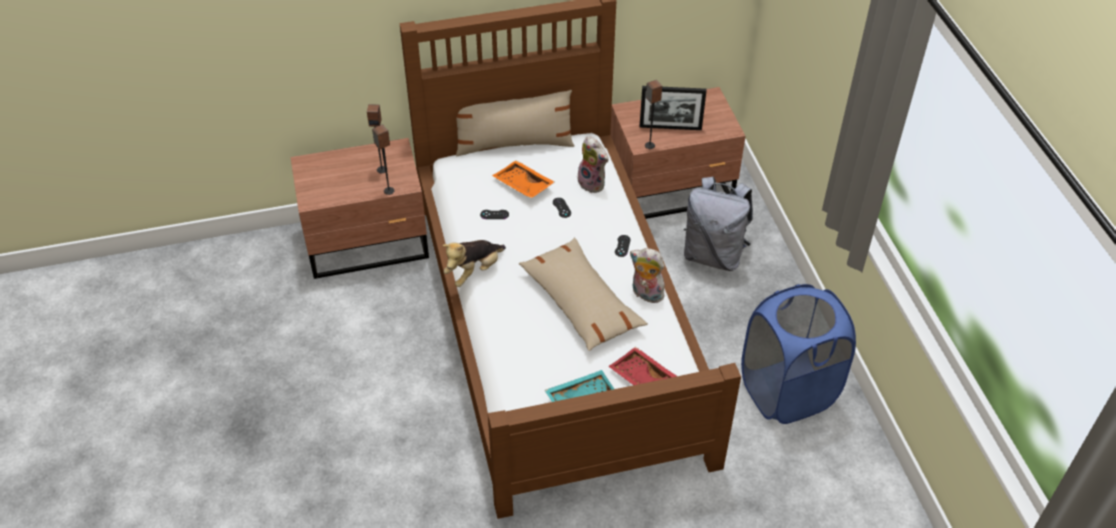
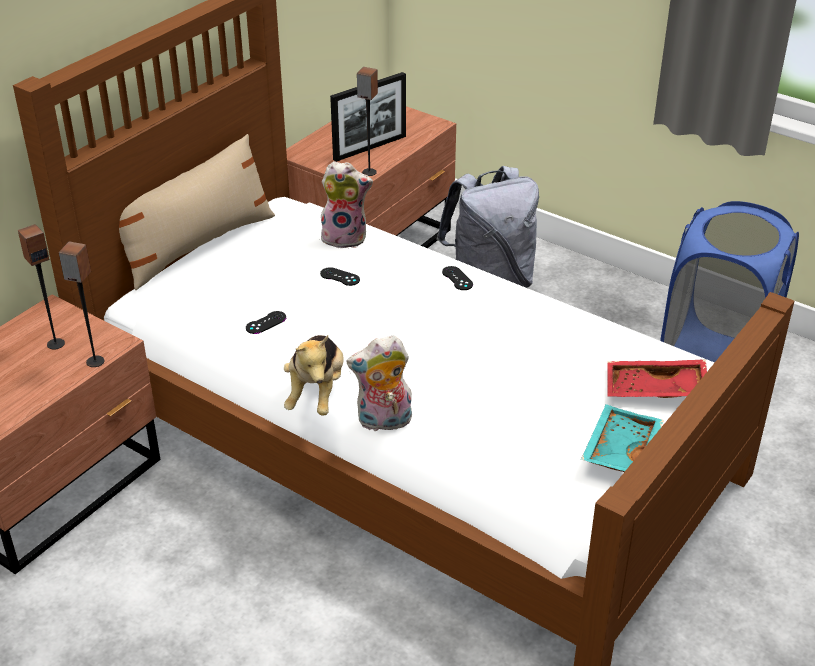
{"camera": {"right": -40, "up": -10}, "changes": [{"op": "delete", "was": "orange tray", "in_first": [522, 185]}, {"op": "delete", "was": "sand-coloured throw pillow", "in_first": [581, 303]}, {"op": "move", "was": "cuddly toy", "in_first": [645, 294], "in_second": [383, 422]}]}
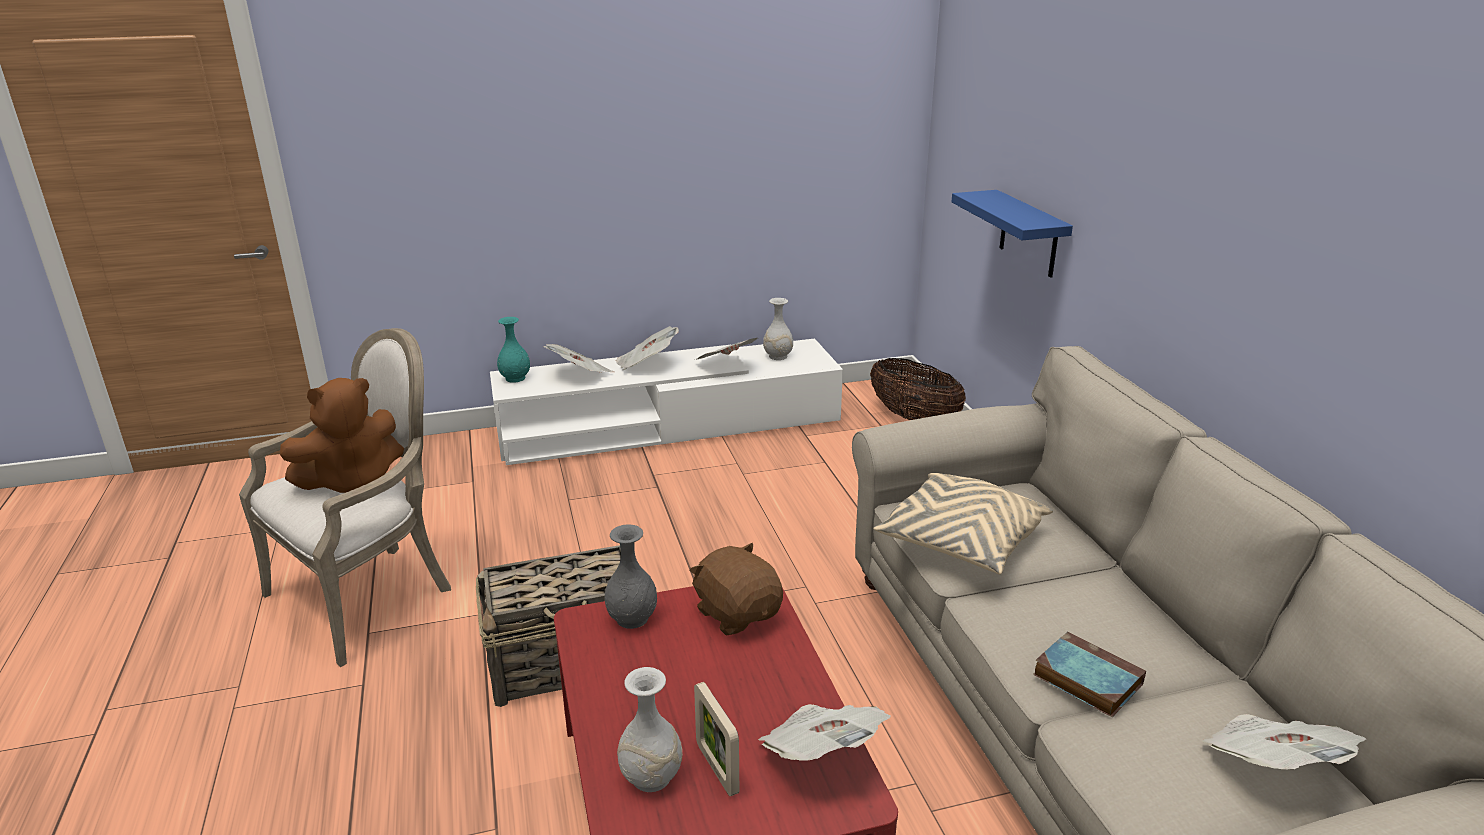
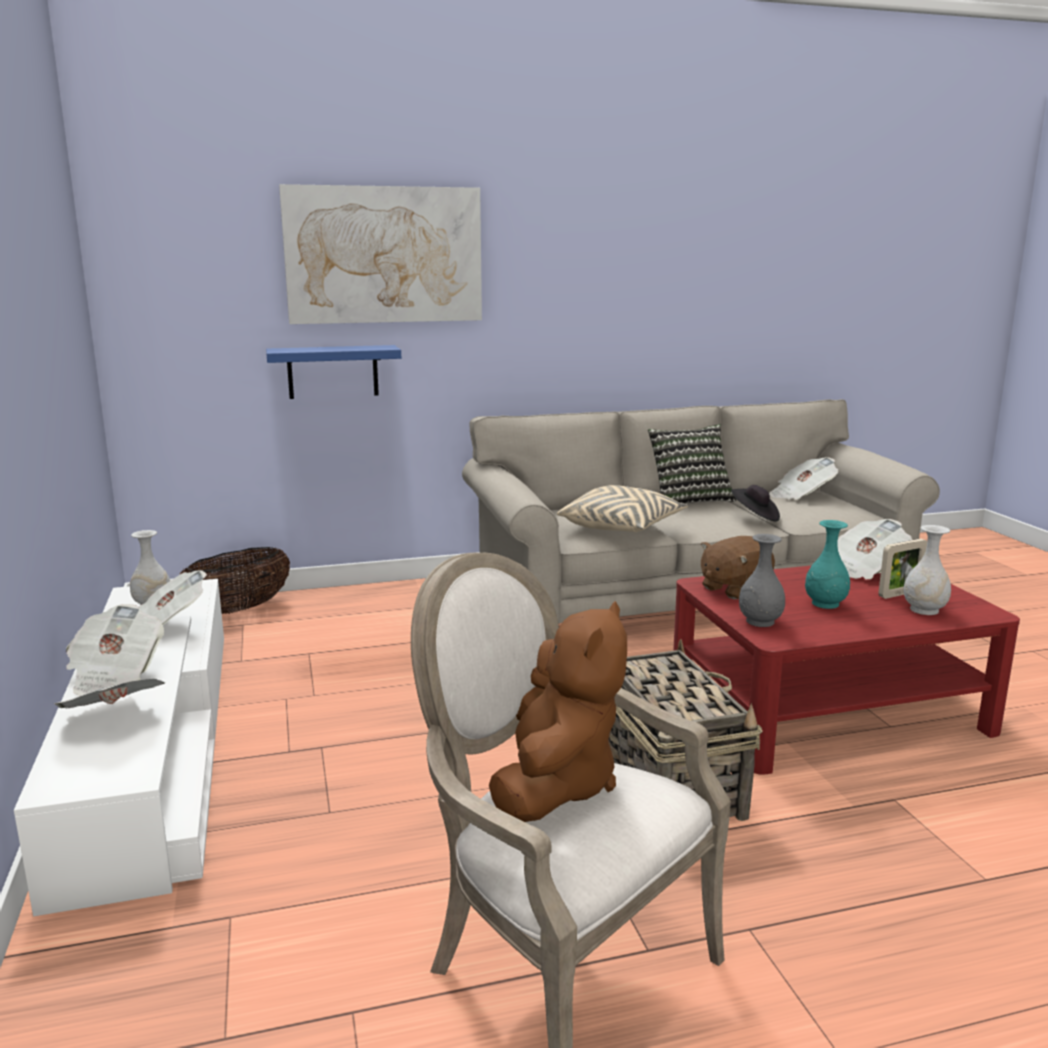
{"camera": {"right": -90, "up": -10}, "changes": [{"op": "move", "was": "turquoise-coloured vase", "in_first": [515, 378], "in_second": [824, 603]}, {"op": "rotate", "was": "brown-coloured cuddly toy", "in_first": [354, 481], "in_second": [555, 784], "clockwise": 45}, {"op": "replace", "was": "bound book", "now": "blackish wearable hat", "in_first": [1085, 679], "in_second": [754, 516]}, {"op": "insert", "now": "picture", "in_second": [384, 255]}, {"op": "insert", "now": "throw pillow", "in_second": [689, 500]}]}
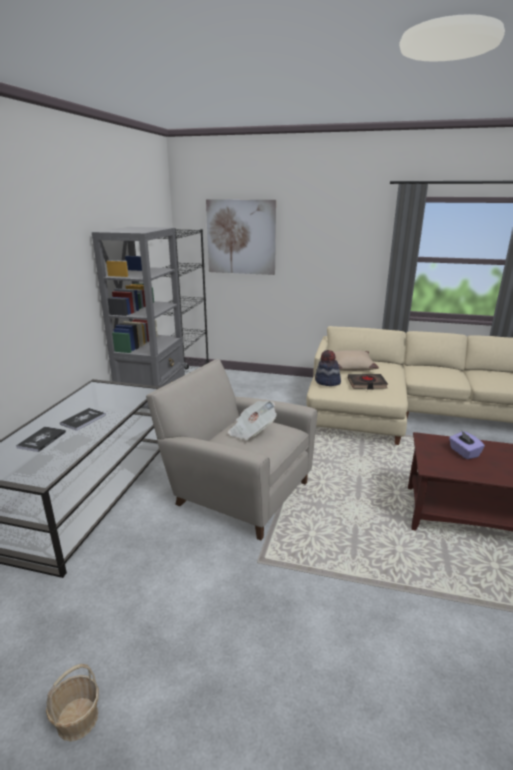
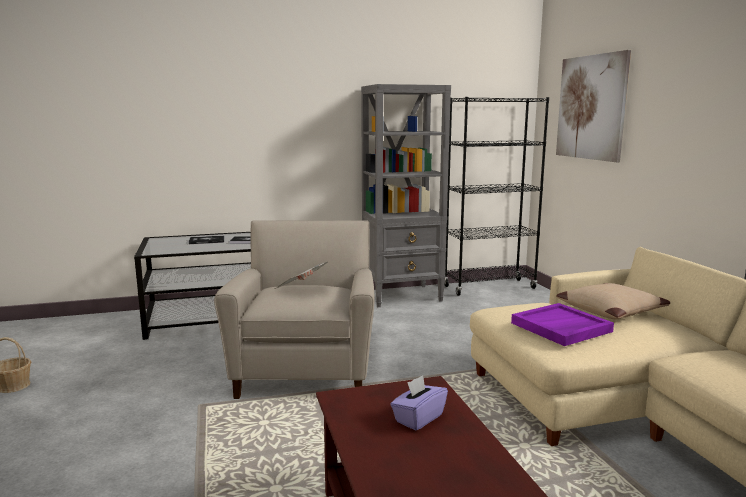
{"camera": {"right": 60, "up": -10}, "changes": [{"op": "delete", "was": "wearable hat", "in_first": [327, 382]}, {"op": "replace", "was": "blackish bound book", "now": "purple tray", "in_first": [366, 384], "in_second": [561, 327]}]}
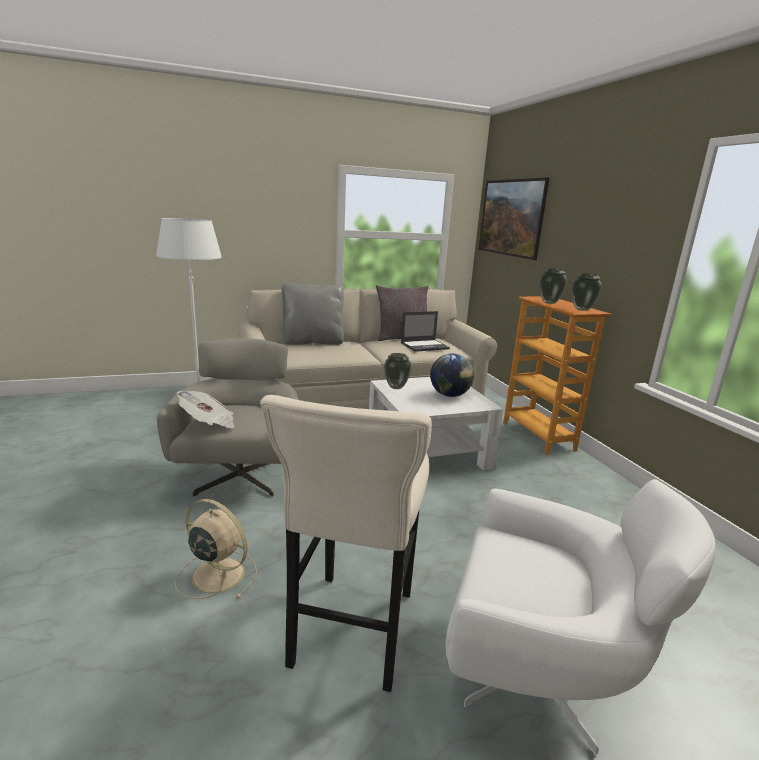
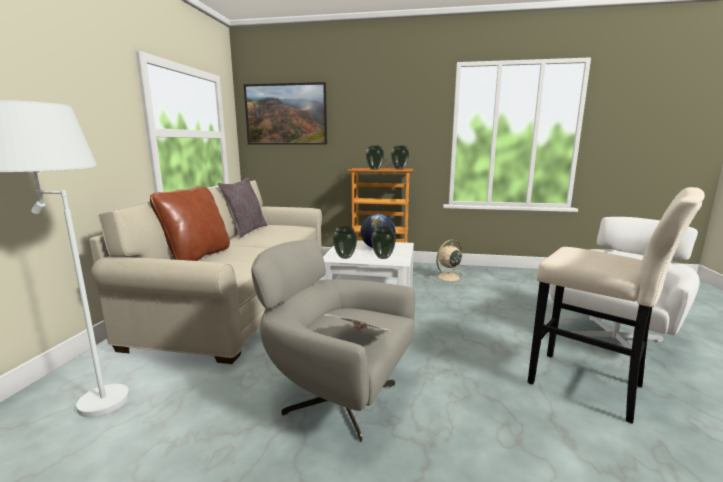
{"camera": {"right": -60, "up": -5}, "changes": [{"op": "recolor", "was": "gray throw pillow", "now": "brown-coloured throw pillow", "in_first": [312, 342], "in_second": [197, 256]}, {"op": "delete", "was": "laptop", "in_first": [425, 346]}, {"op": "move", "was": "sand-coloured electric fan", "in_first": [216, 574], "in_second": [447, 278]}, {"op": "insert", "now": "vase", "in_second": [382, 257]}]}
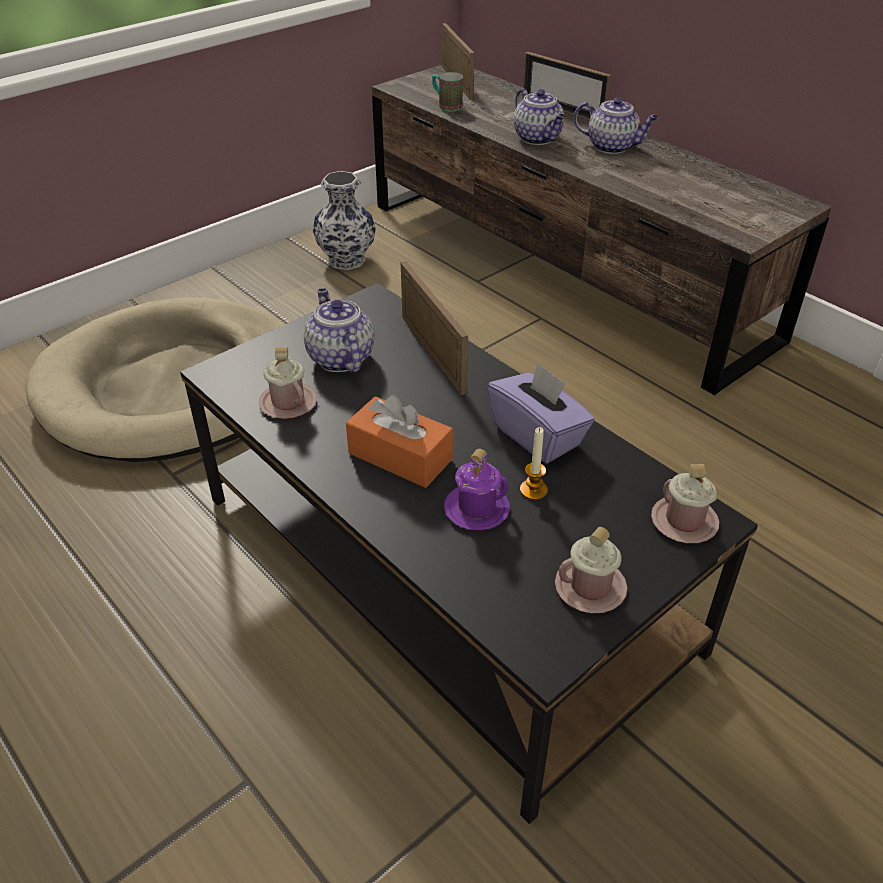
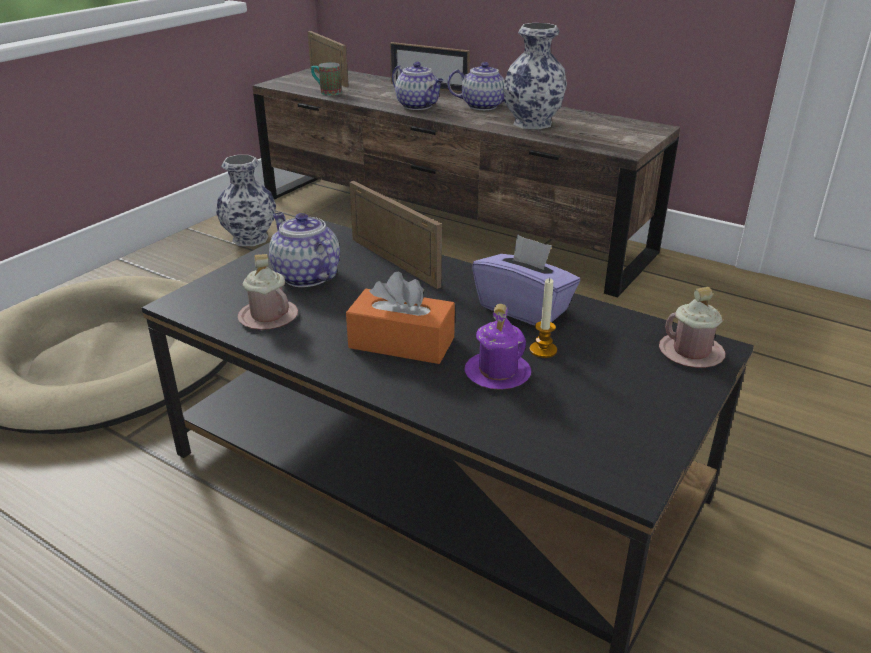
{"camera": {"right": -15, "up": -10}, "changes": [{"op": "delete", "was": "pink-coloured coffee mug", "in_first": [590, 587]}, {"op": "insert", "now": "vase", "in_second": [533, 123]}]}
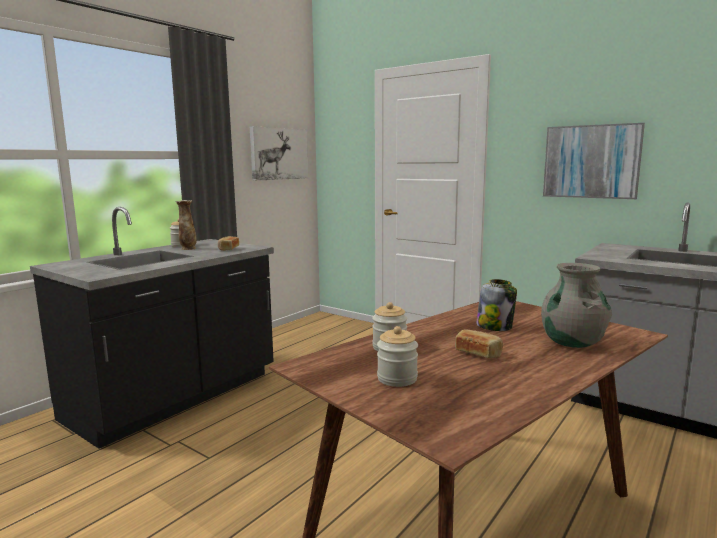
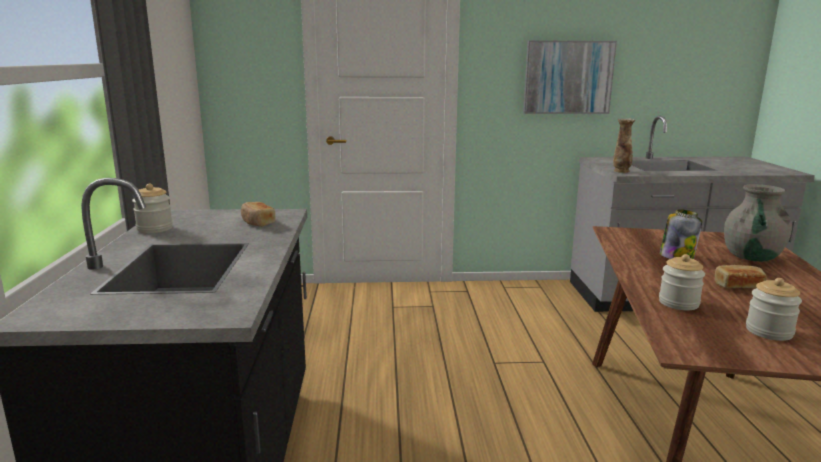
{"camera": {"right": -40, "up": 5}, "changes": [{"op": "delete", "was": "picture", "in_first": [278, 154]}, {"op": "move", "was": "vase", "in_first": [188, 249], "in_second": [621, 171]}]}
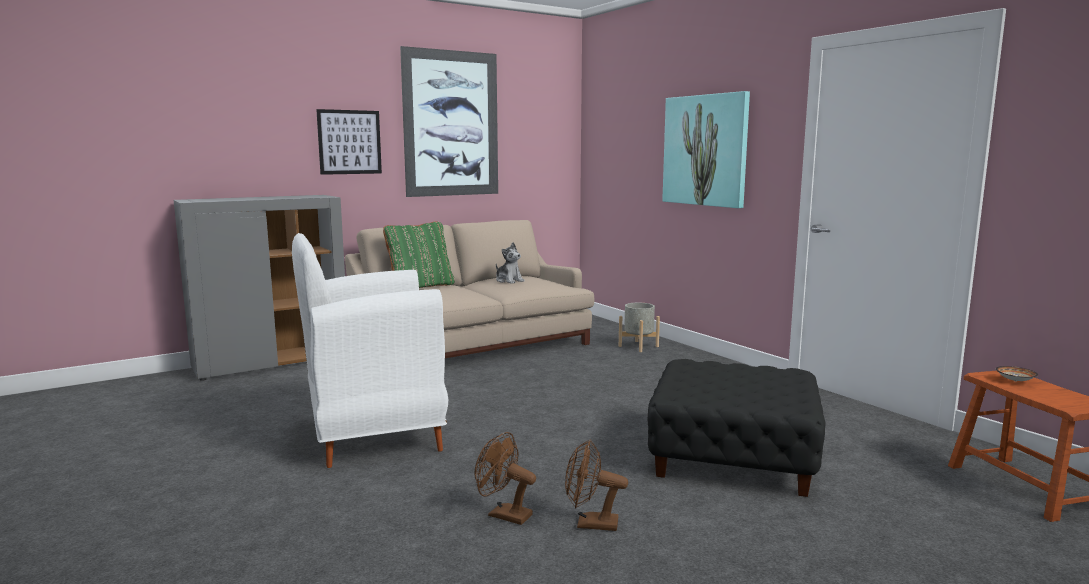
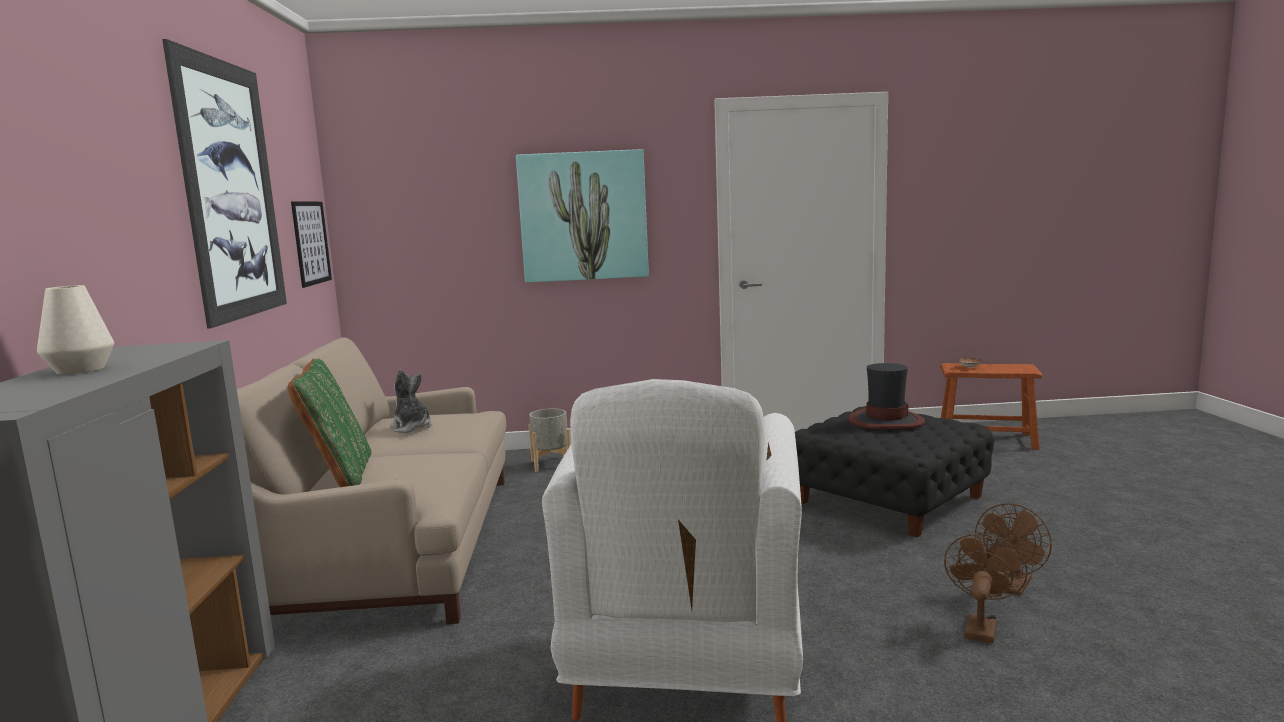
{"camera": {"right": -60, "up": 0}, "changes": [{"op": "move", "was": "picture", "in_first": [349, 142], "in_second": [311, 243]}, {"op": "rotate", "was": "cuddly toy", "in_first": [509, 281], "in_second": [412, 427], "clockwise": -120}, {"op": "rotate", "was": "brown-coloured electric fan", "in_first": [504, 514], "in_second": [980, 626], "clockwise": 150}, {"op": "insert", "now": "whitish vase", "in_second": [80, 370]}, {"op": "insert", "now": "wearable hat", "in_second": [885, 421]}]}
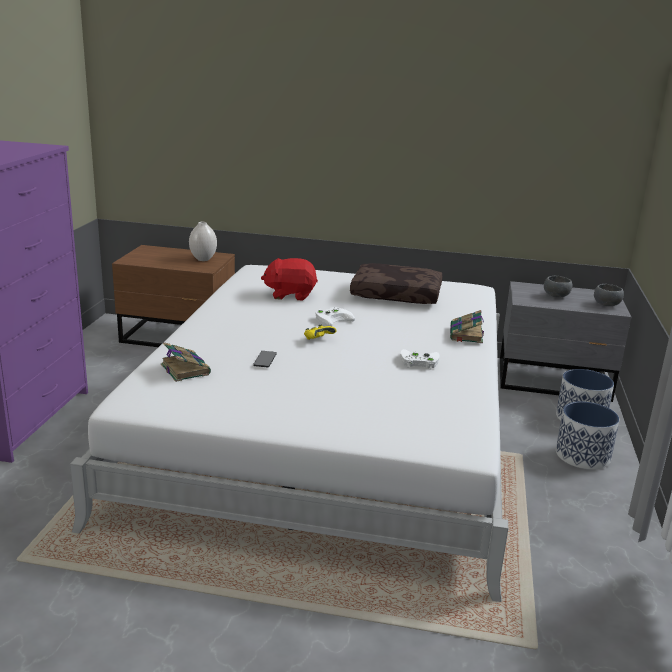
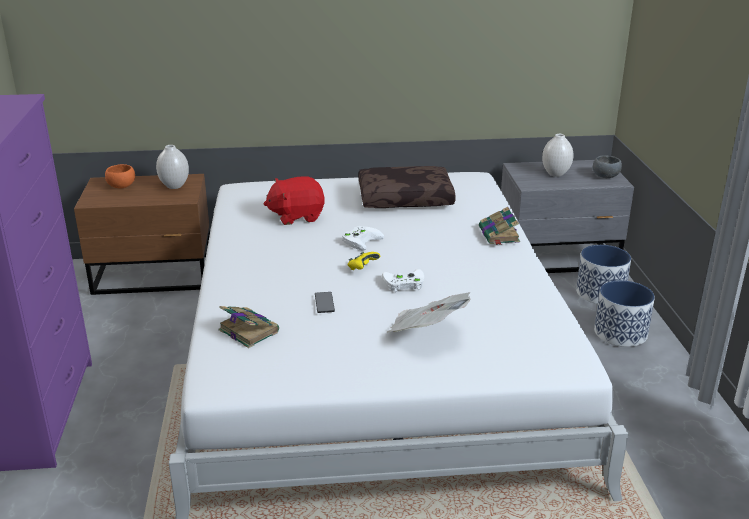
{"camera": {"right": -15, "up": 5}, "changes": [{"op": "replace", "was": "gray deep dish", "now": "whitish vase", "in_first": [557, 296], "in_second": [556, 174]}, {"op": "move", "was": "whitish gamepad", "in_first": [418, 362], "in_second": [402, 283]}, {"op": "insert", "now": "orange deep dish", "in_second": [121, 186]}, {"op": "insert", "now": "daily paper", "in_second": [427, 331]}]}
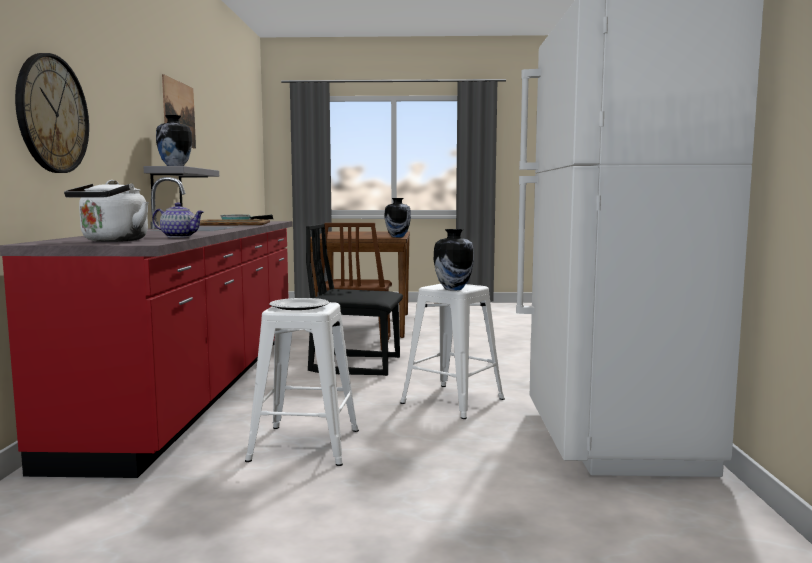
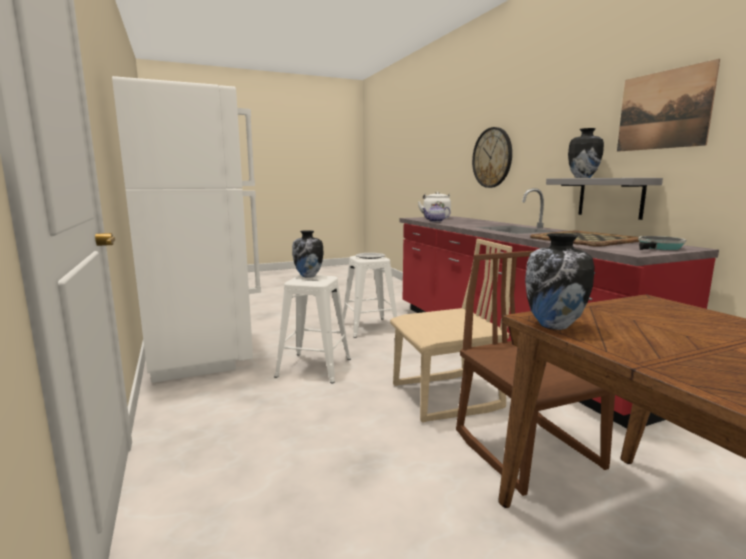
{"camera": {"right": 155, "up": 5}, "changes": [{"op": "recolor", "was": "blackish upright chair", "now": "sand-coloured upright chair", "in_first": [356, 365], "in_second": [446, 397]}]}
